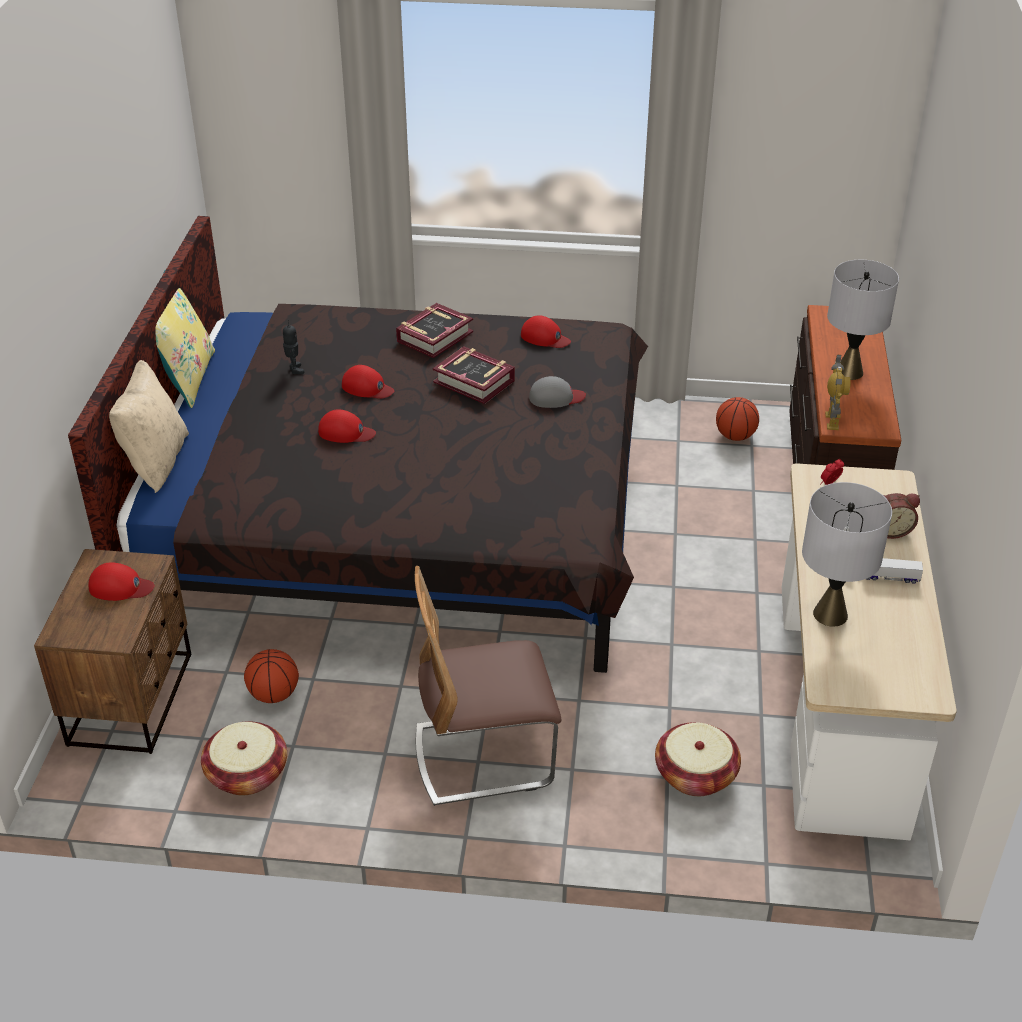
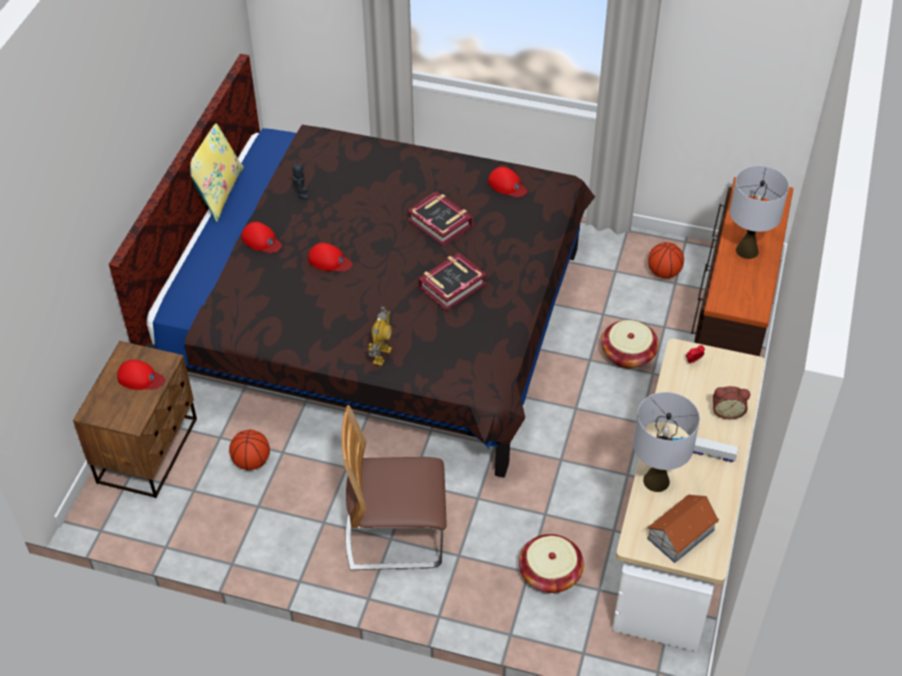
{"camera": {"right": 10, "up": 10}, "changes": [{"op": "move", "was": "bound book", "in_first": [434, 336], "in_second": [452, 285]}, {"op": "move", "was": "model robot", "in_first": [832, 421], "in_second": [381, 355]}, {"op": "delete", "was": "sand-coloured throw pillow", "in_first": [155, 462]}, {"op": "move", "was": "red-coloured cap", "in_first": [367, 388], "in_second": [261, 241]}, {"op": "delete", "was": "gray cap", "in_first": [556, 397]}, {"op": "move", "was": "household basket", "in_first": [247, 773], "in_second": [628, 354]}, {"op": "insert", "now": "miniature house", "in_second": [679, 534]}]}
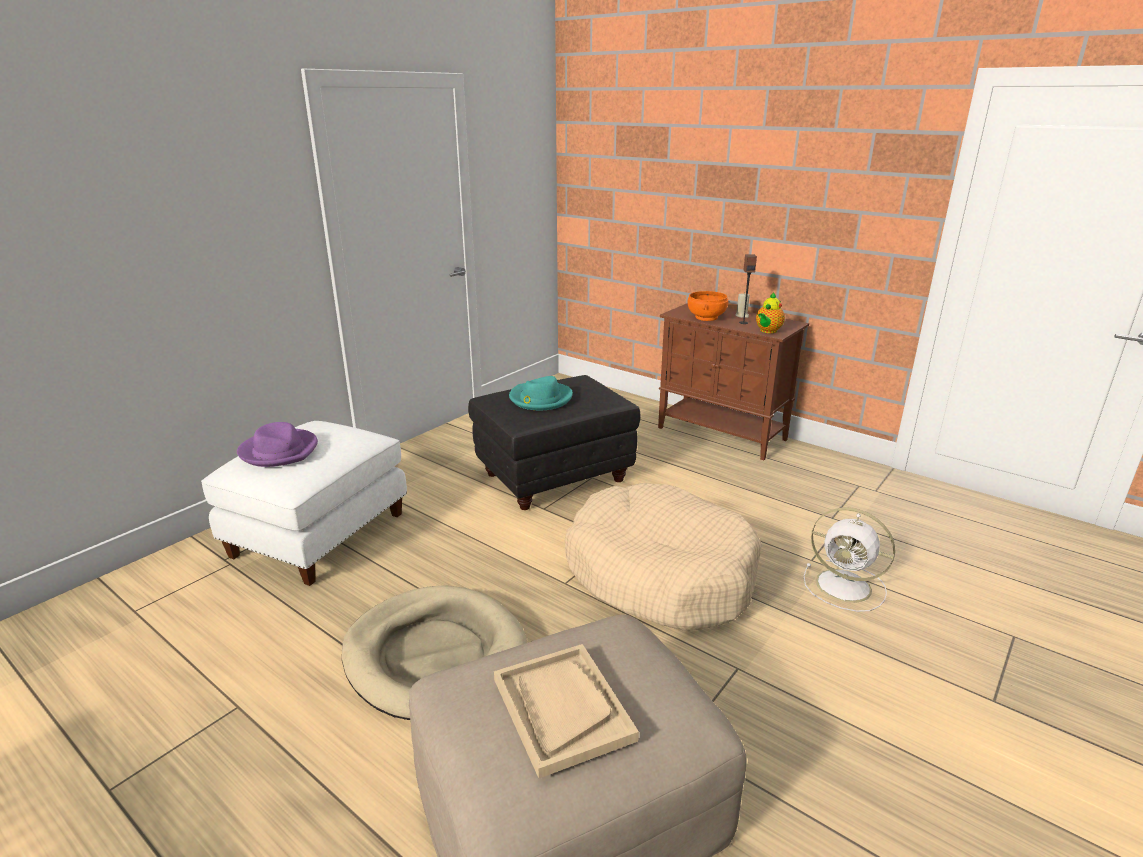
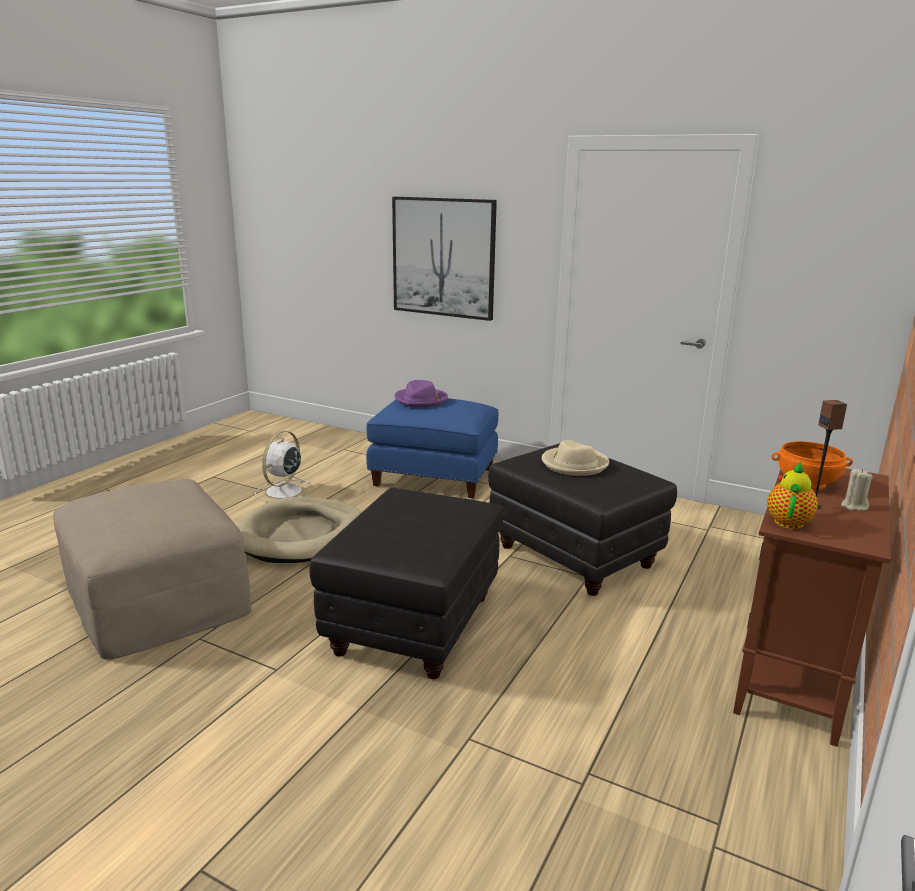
{"camera": {"right": 80, "up": -5}, "changes": [{"op": "rotate", "was": "pot for tea", "in_first": [767, 331], "in_second": [788, 521], "clockwise": 90}, {"op": "recolor", "was": "turquoise-coloured wearable hat", "now": "sand-coloured wearable hat", "in_first": [540, 399], "in_second": [574, 464]}, {"op": "recolor", "was": "whitish footrest", "now": "bluish footrest", "in_first": [318, 534], "in_second": [435, 476]}, {"op": "replace", "was": "sand-coloured dog cushion", "now": "blackish footrest", "in_first": [659, 574], "in_second": [415, 624]}, {"op": "move", "was": "whitish electric fan", "in_first": [846, 586], "in_second": [283, 492]}, {"op": "delete", "was": "sand-coloured tray", "in_first": [562, 709]}, {"op": "insert", "now": "picture", "in_second": [443, 257]}]}
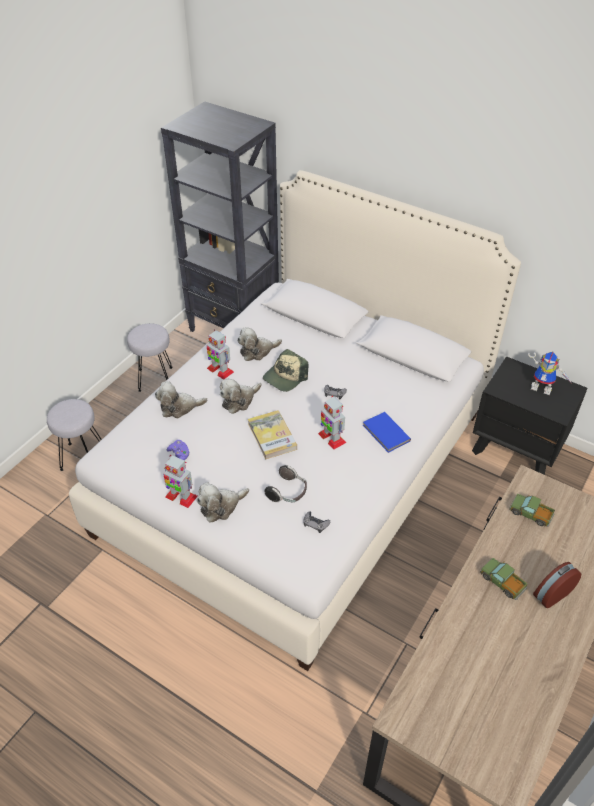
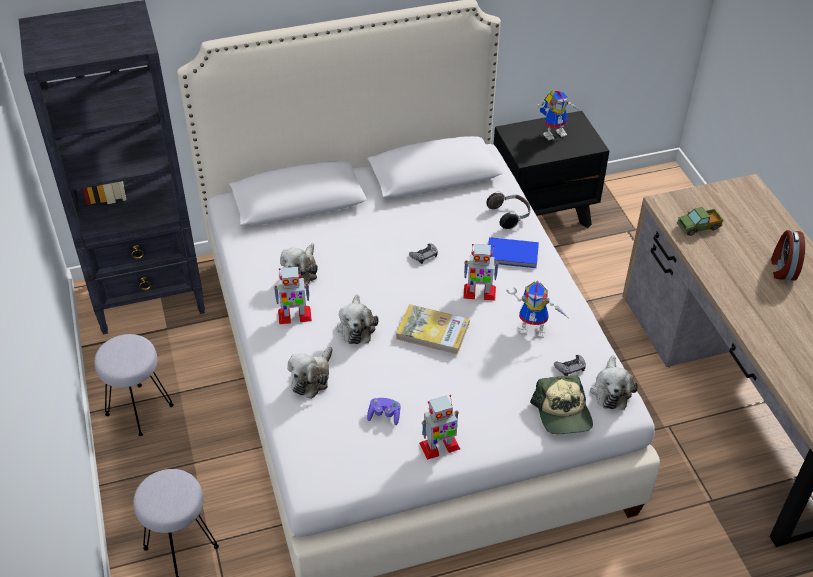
{"camera": {"right": -50, "up": 0}, "changes": [{"op": "move", "was": "cap", "in_first": [285, 377], "in_second": [563, 413]}, {"op": "move", "was": "headphones", "in_first": [288, 492], "in_second": [509, 216]}, {"op": "move", "was": "cuddly toy", "in_first": [221, 506], "in_second": [611, 390]}, {"op": "delete", "was": "toy truck", "in_first": [502, 582]}, {"op": "insert", "now": "model robot", "in_second": [534, 328]}]}
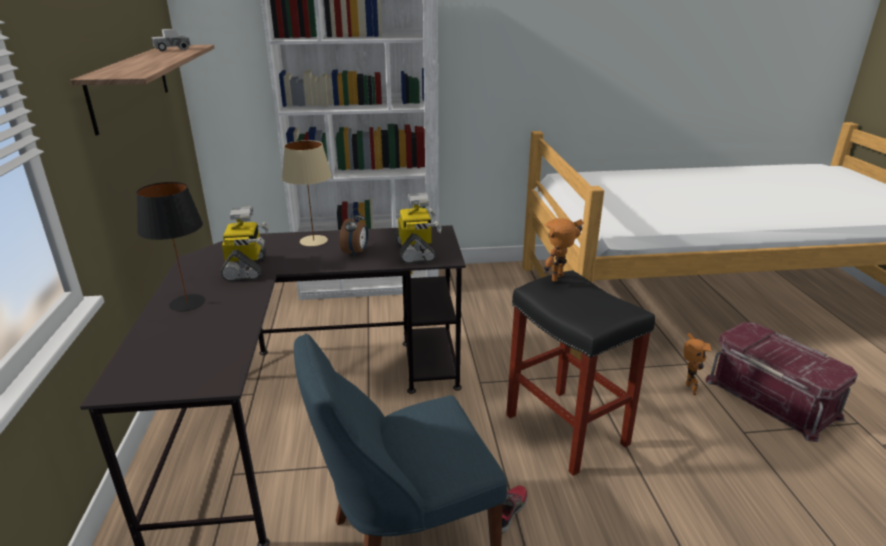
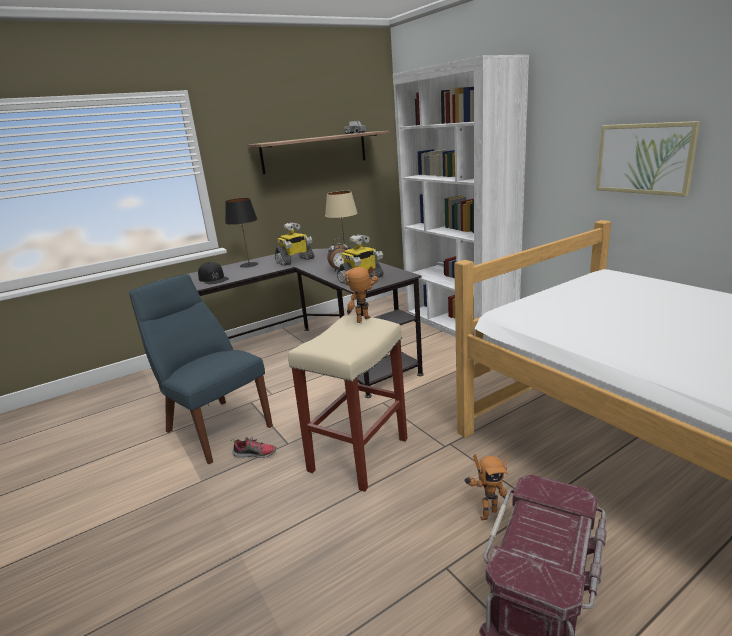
{"camera": {"right": 65, "up": -5}, "changes": [{"op": "rotate", "was": "model robot", "in_first": [560, 279], "in_second": [366, 320], "clockwise": -60}, {"op": "recolor", "was": "blackish sitting stool", "now": "sand-coloured sitting stool", "in_first": [568, 430], "in_second": [358, 455]}, {"op": "insert", "now": "picture", "in_second": [644, 158]}, {"op": "insert", "now": "blackish cap", "in_second": [213, 278]}]}
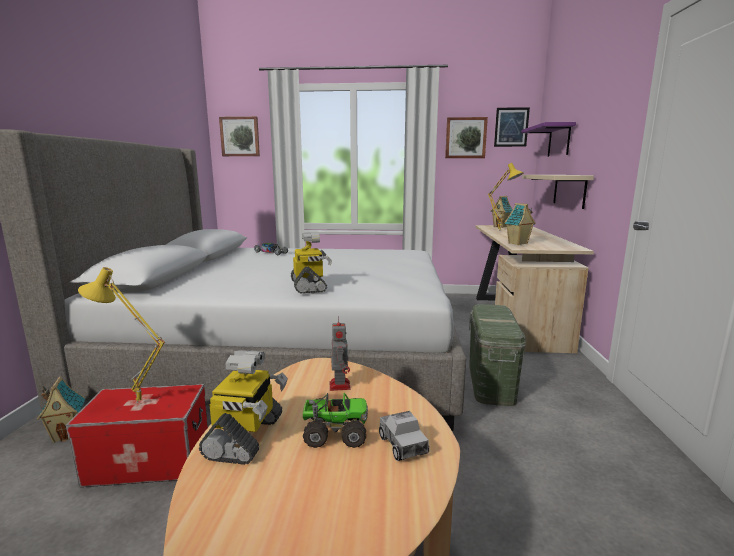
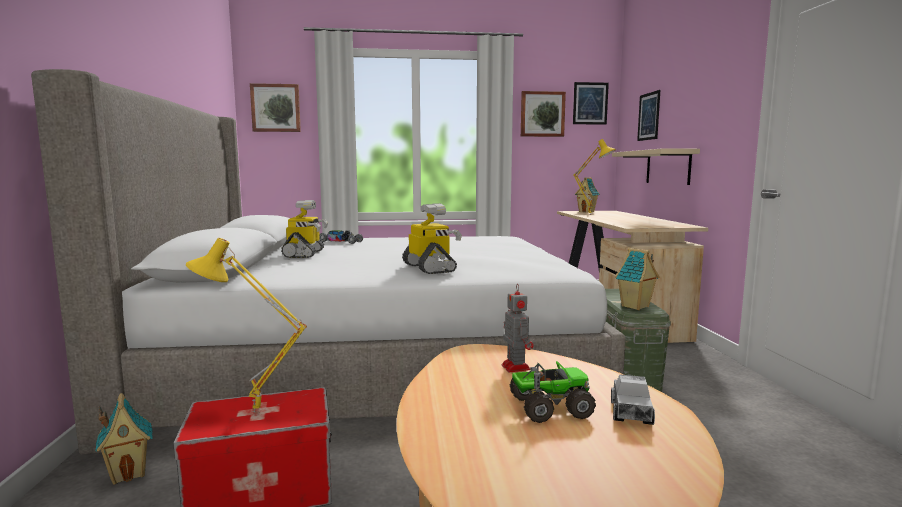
{"camera": {"right": -10, "up": -5}, "changes": [{"op": "replace", "was": "purple bracket shelf", "now": "picture", "in_first": [559, 141], "in_second": [649, 116]}, {"op": "move", "was": "miniature house", "in_first": [518, 243], "in_second": [635, 307]}, {"op": "move", "was": "model robot", "in_first": [246, 437], "in_second": [305, 254]}, {"op": "rotate", "was": "toy truck", "in_first": [402, 444], "in_second": [631, 412], "clockwise": 45}]}
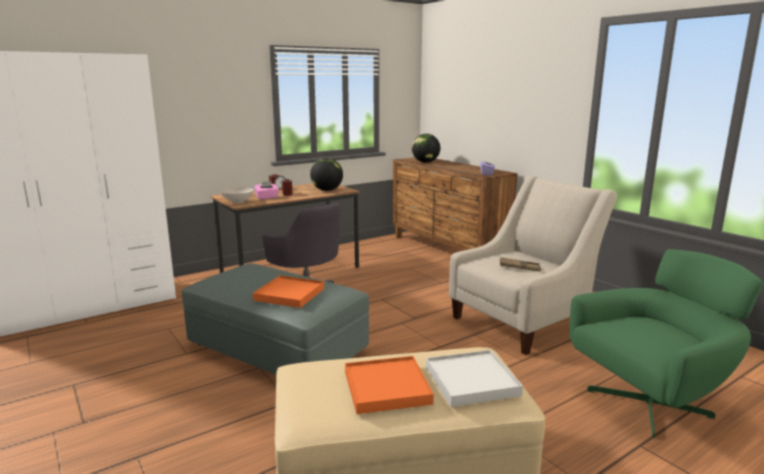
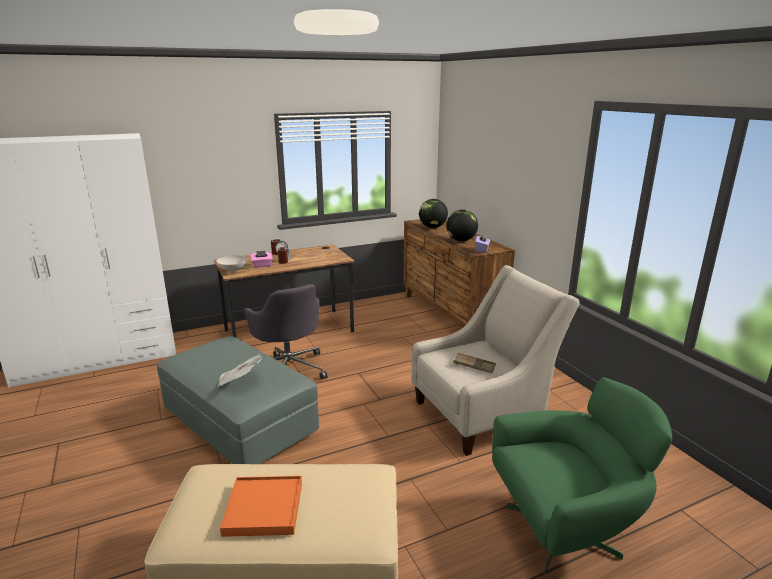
{"camera": {"right": 10, "up": 5}, "changes": [{"op": "move", "was": "globe", "in_first": [327, 190], "in_second": [461, 240]}, {"op": "replace", "was": "orange tray", "now": "daily paper", "in_first": [289, 294], "in_second": [239, 381]}, {"op": "delete", "was": "whitish tray", "in_first": [472, 381]}]}
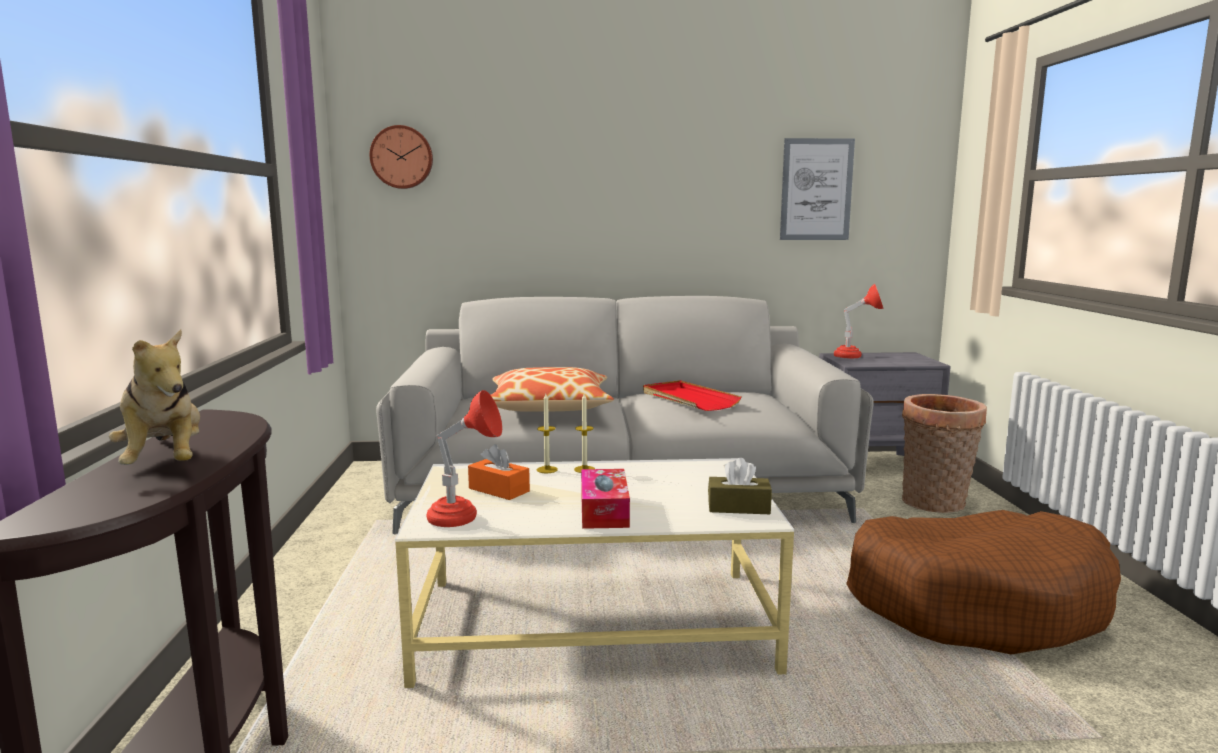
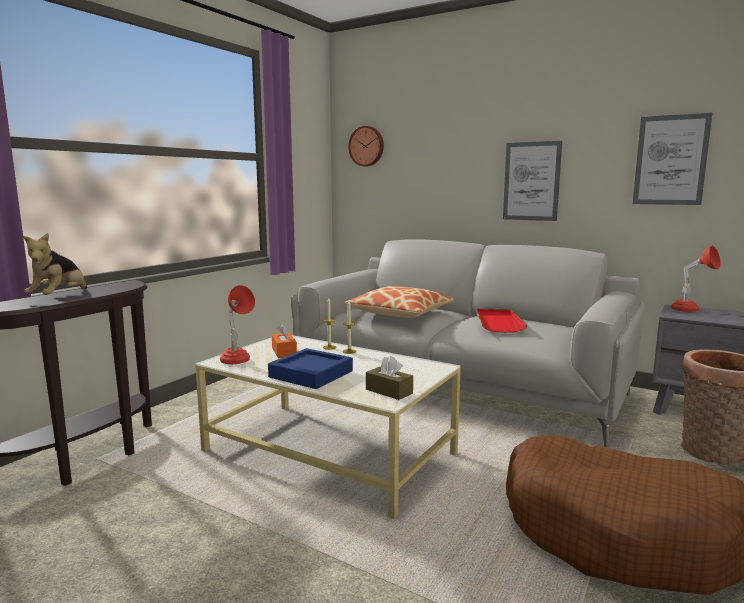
{"camera": {"right": 35, "up": 0}, "changes": [{"op": "replace", "was": "tissue box", "now": "bluish tray", "in_first": [604, 511], "in_second": [311, 374]}, {"op": "insert", "now": "picture", "in_second": [531, 181]}]}
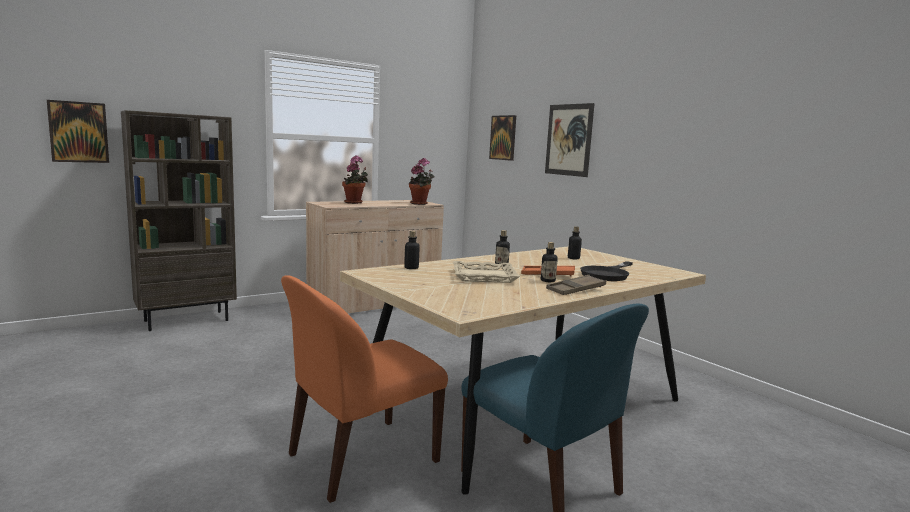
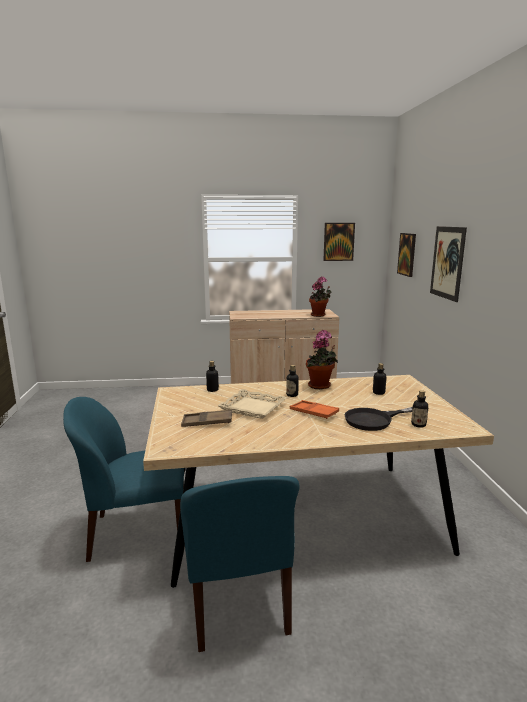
{"camera": {"right": 30, "up": 5}, "changes": [{"op": "move", "was": "picture", "in_first": [78, 132], "in_second": [338, 241]}, {"op": "delete", "was": "brown-coloured bookcase", "in_first": [187, 320]}, {"op": "move", "was": "plant in a pot", "in_first": [354, 203], "in_second": [320, 386]}, {"op": "move", "was": "bottle", "in_first": [547, 281], "in_second": [418, 425]}, {"op": "recolor", "was": "orange upright chair", "now": "bluish upright chair", "in_first": [360, 459], "in_second": [136, 533]}, {"op": "move", "was": "brown-coloured tray", "in_first": [576, 289], "in_second": [207, 422]}]}
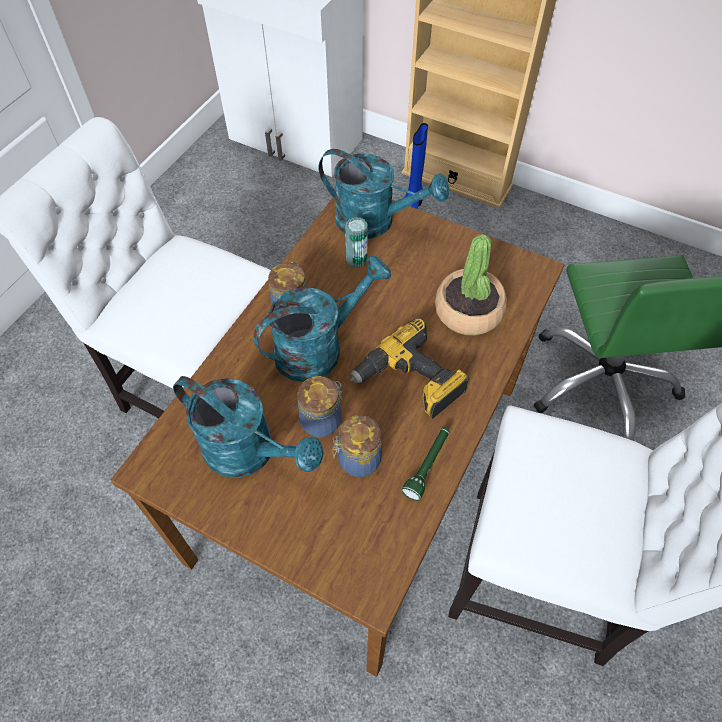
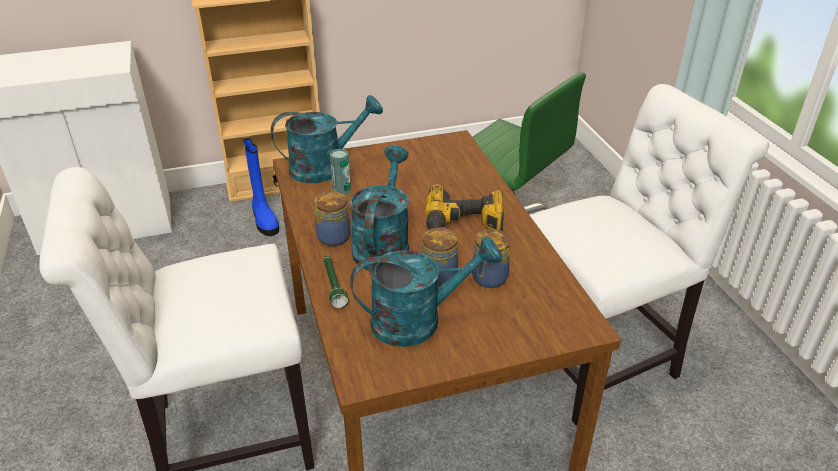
{"camera": {"right": -45, "up": -20}, "changes": [{"op": "delete", "was": "plant in a pot", "in_first": [468, 311]}, {"op": "move", "was": "green-coloured flashlight", "in_first": [428, 465], "in_second": [333, 285]}]}
